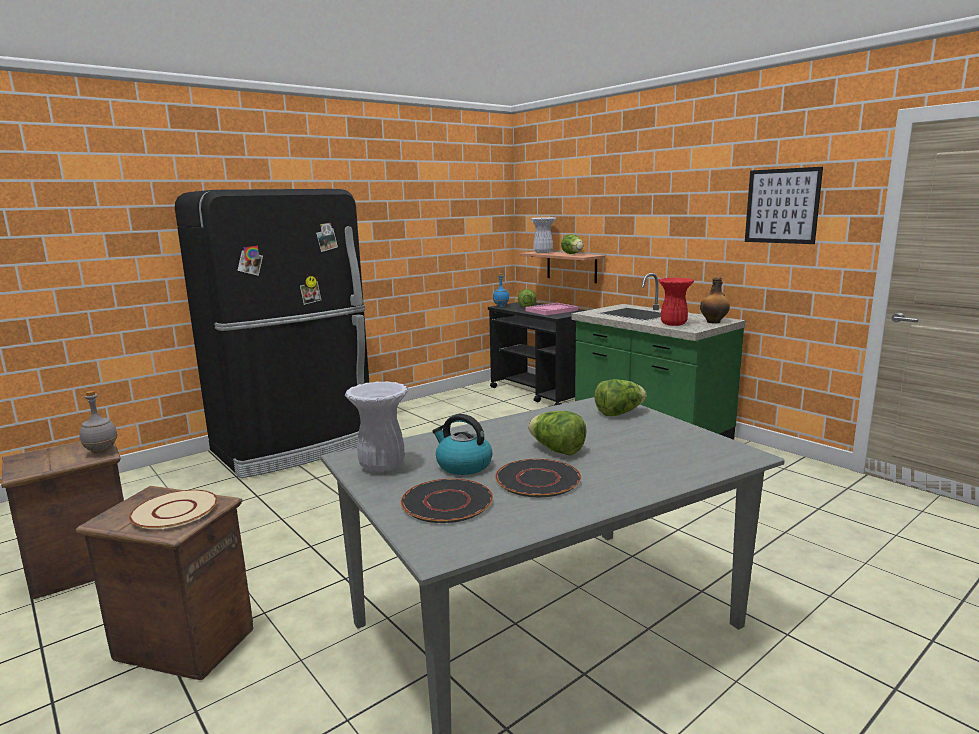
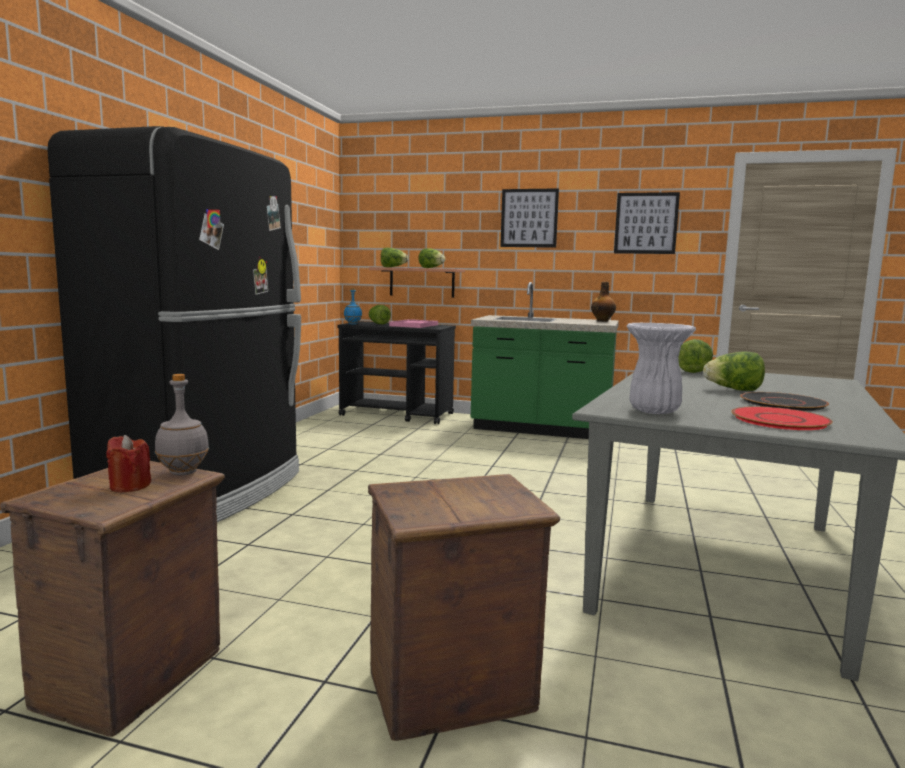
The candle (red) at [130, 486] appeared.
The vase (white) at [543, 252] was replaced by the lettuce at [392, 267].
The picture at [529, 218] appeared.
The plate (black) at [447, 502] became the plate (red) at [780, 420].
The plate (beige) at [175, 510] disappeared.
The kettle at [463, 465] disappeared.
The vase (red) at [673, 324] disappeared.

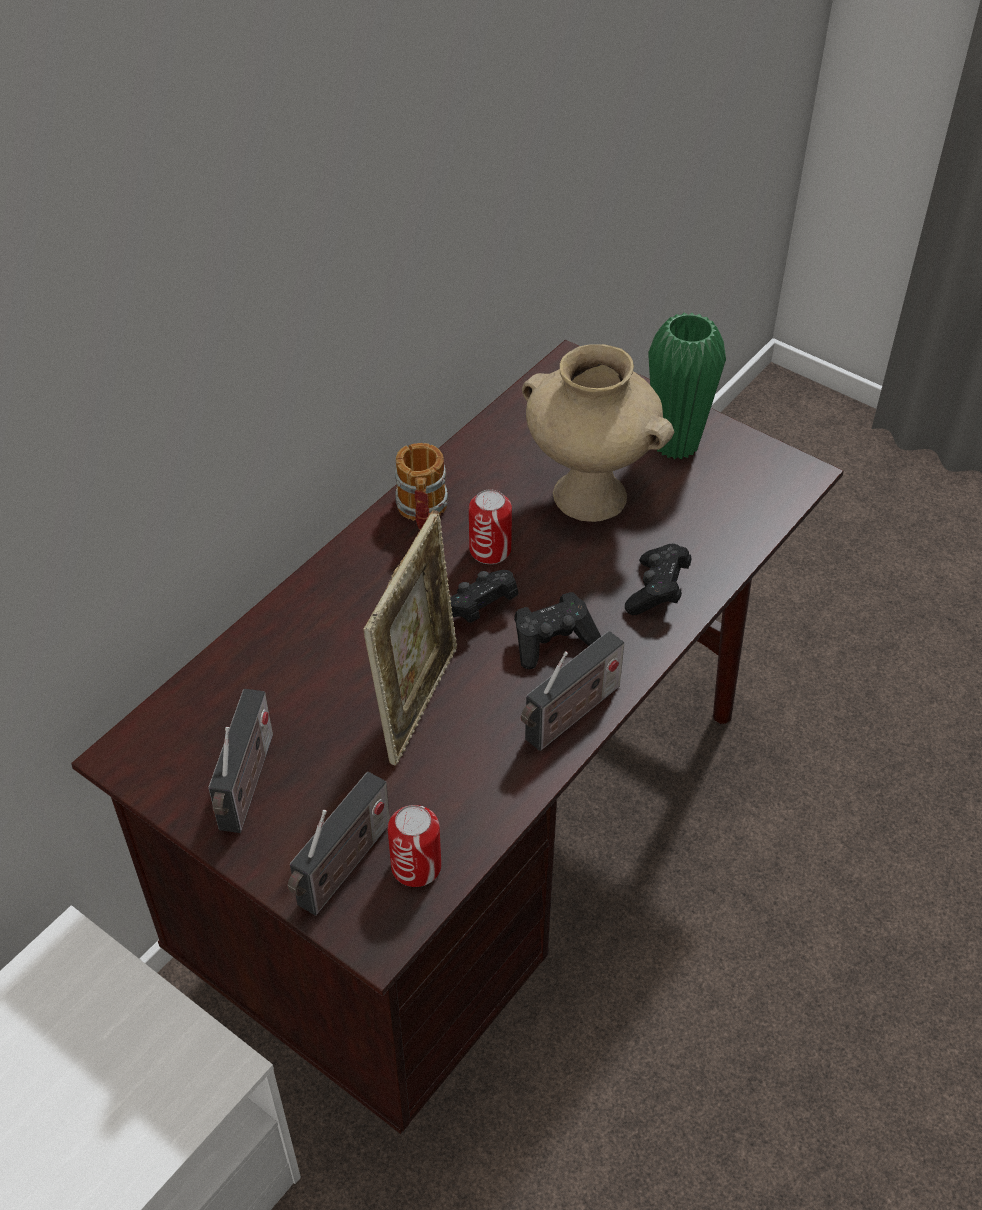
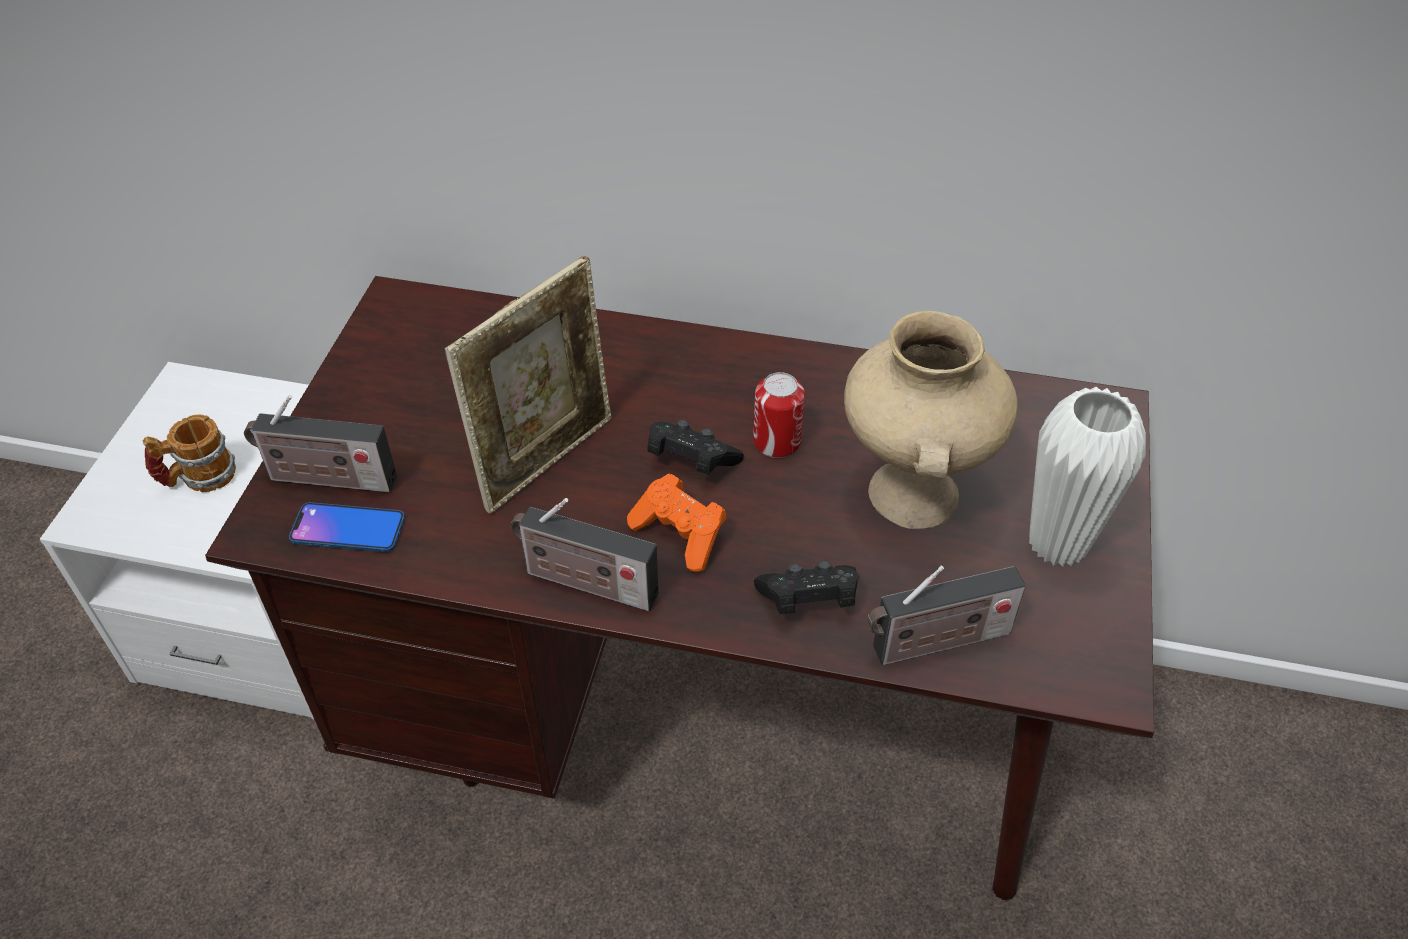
The mug moved from [422, 512] to [198, 478].
The can at [416, 867] was replaced by the phone at [348, 529].
The picture frame at [418, 701] turned 45 degrees counterclockwise.
The game controller (black) at [553, 641] became the game controller (orange) at [680, 534].
The radio moved from [246, 787] to [935, 643].
The vase (green) at [676, 444] became the vase (white) at [1058, 543].

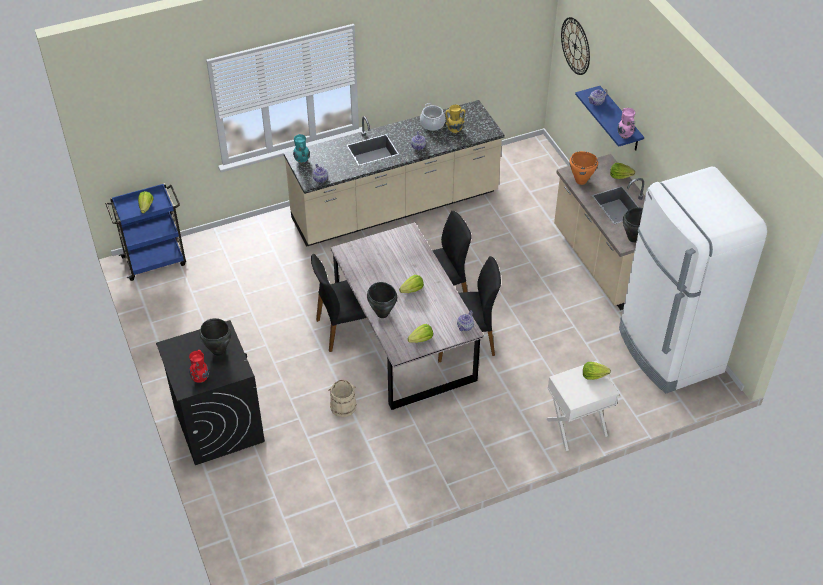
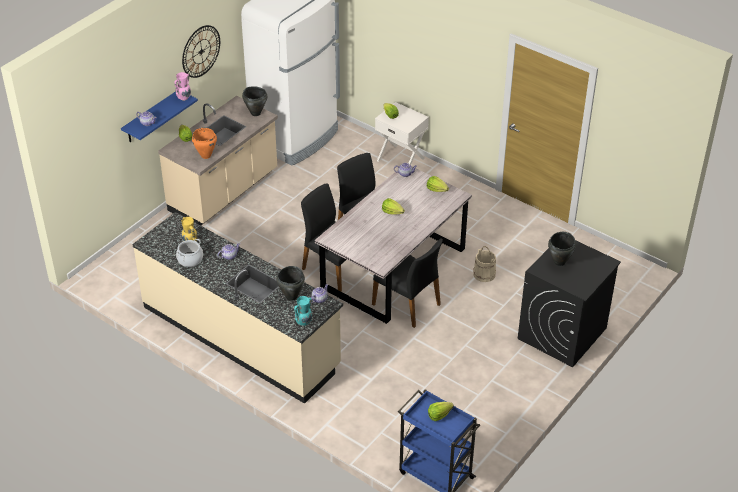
The wall clock moved from [575, 46] to [201, 51].
The cooking pot (black) moved from [382, 313] to [291, 297].
The vase (red) at [200, 378] disappeared.

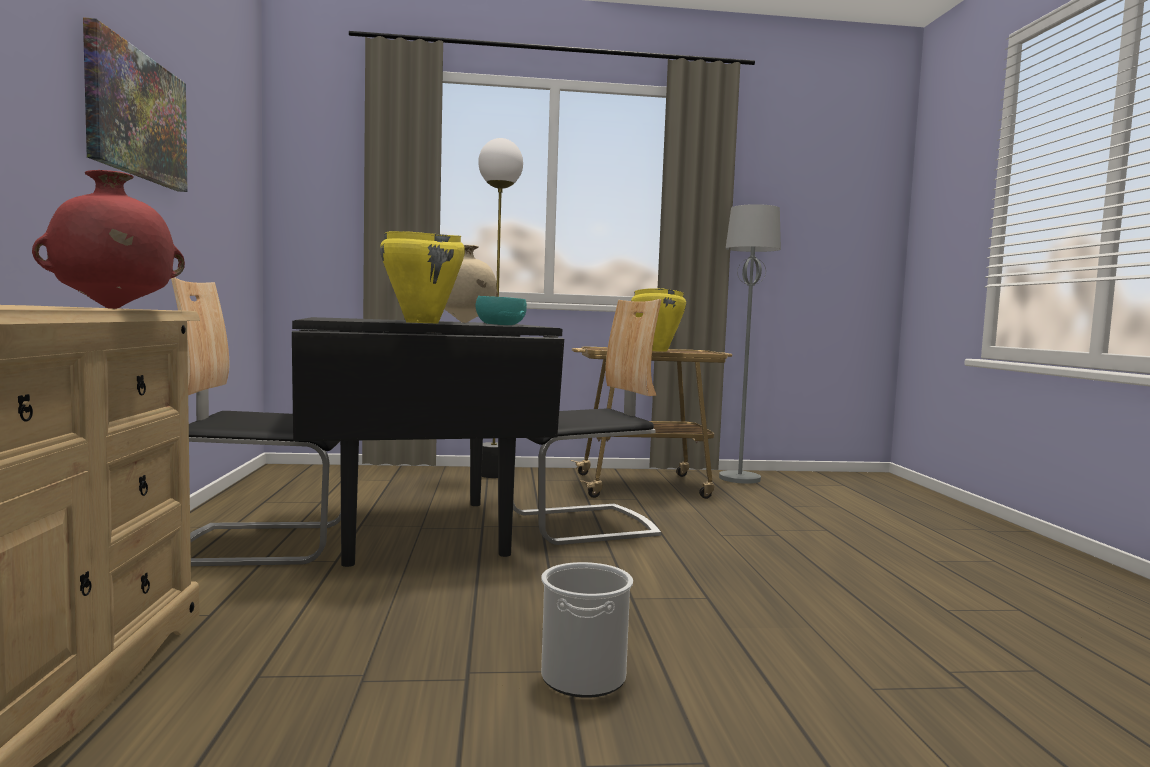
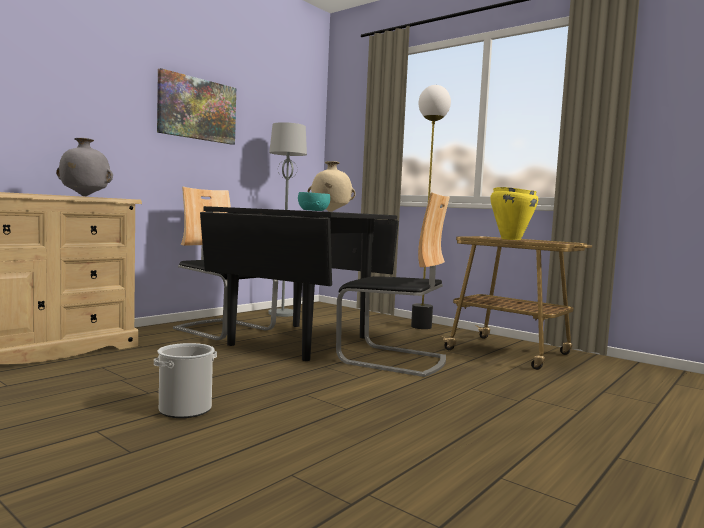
The vase (red) at [112, 308] became the vase (grey) at [84, 196].
The floor lamp (grey) moved from [739, 478] to [282, 313].
The cooking pot (yellow) at [423, 322] disappeared.

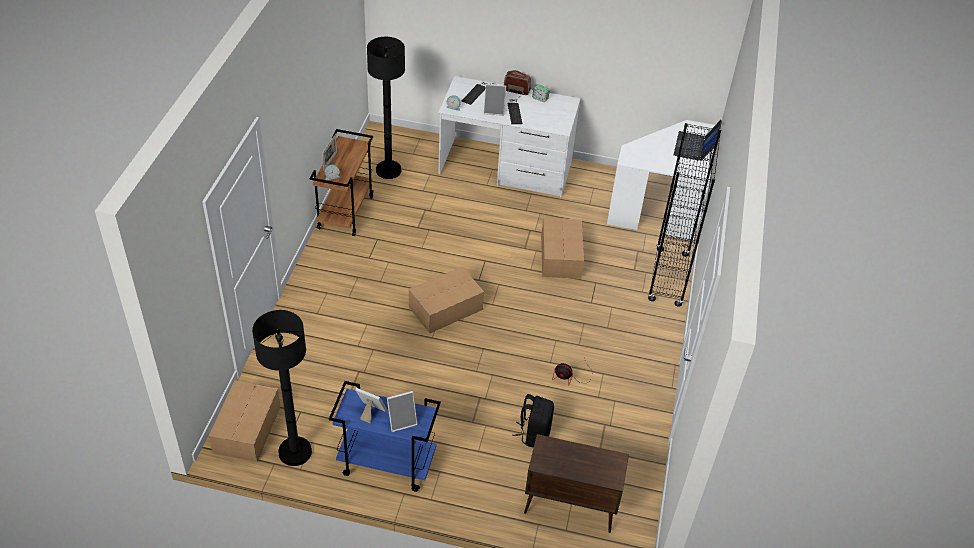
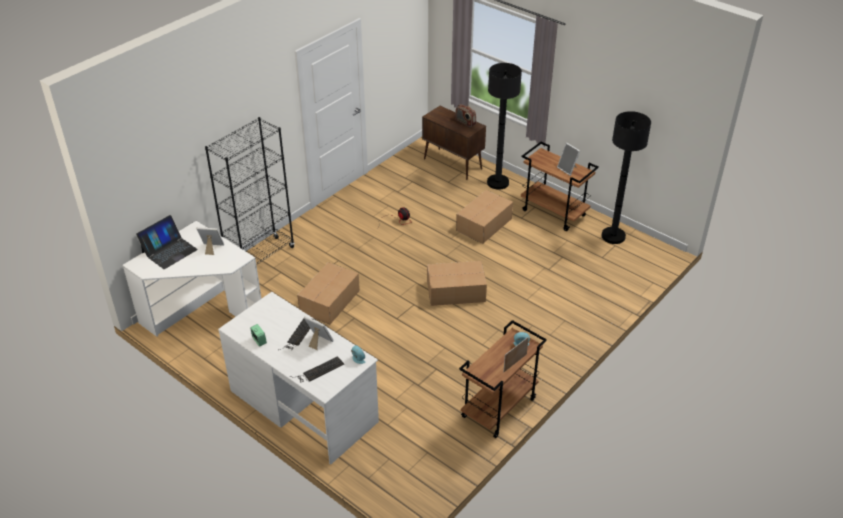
The picture frame moved from [402, 421] to [211, 248].
The radio moved from [516, 90] to [465, 122].
The cardboard box moved from [246, 430] to [485, 224].
The floor lamp (black) moved from [388, 170] to [498, 183].
The cart (blue) at [386, 464] became the cart (brown) at [554, 213].
The backpack (black) at [534, 434] disappeared.

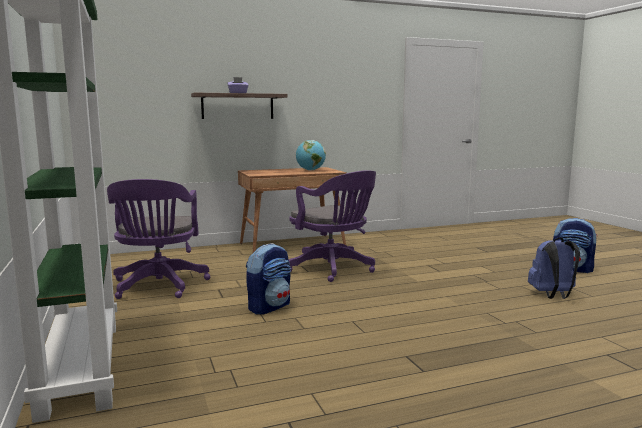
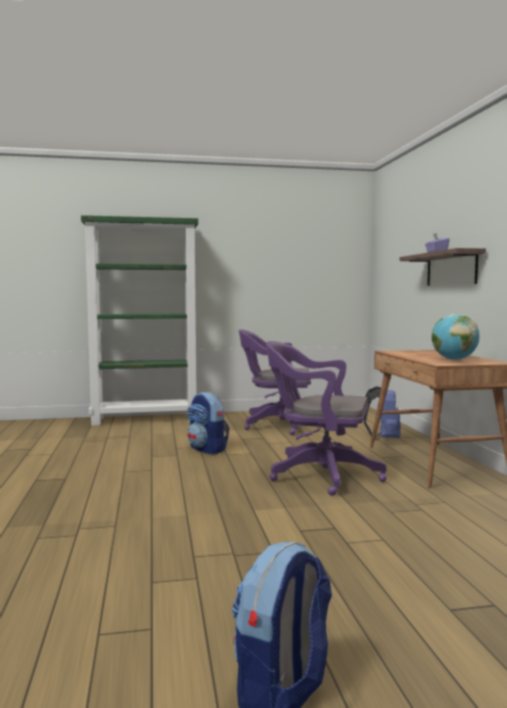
The office chair (purple) at [333, 269] turned 45 degrees clockwise.
The backpack (blue) moved from [552, 295] to [384, 439].

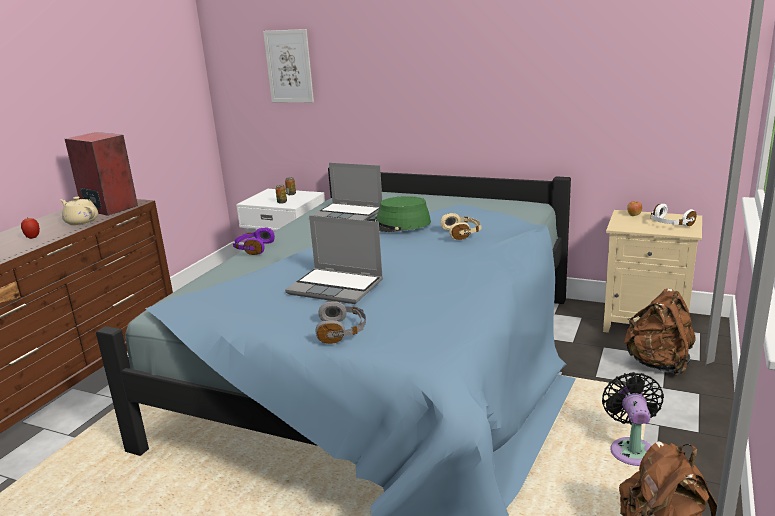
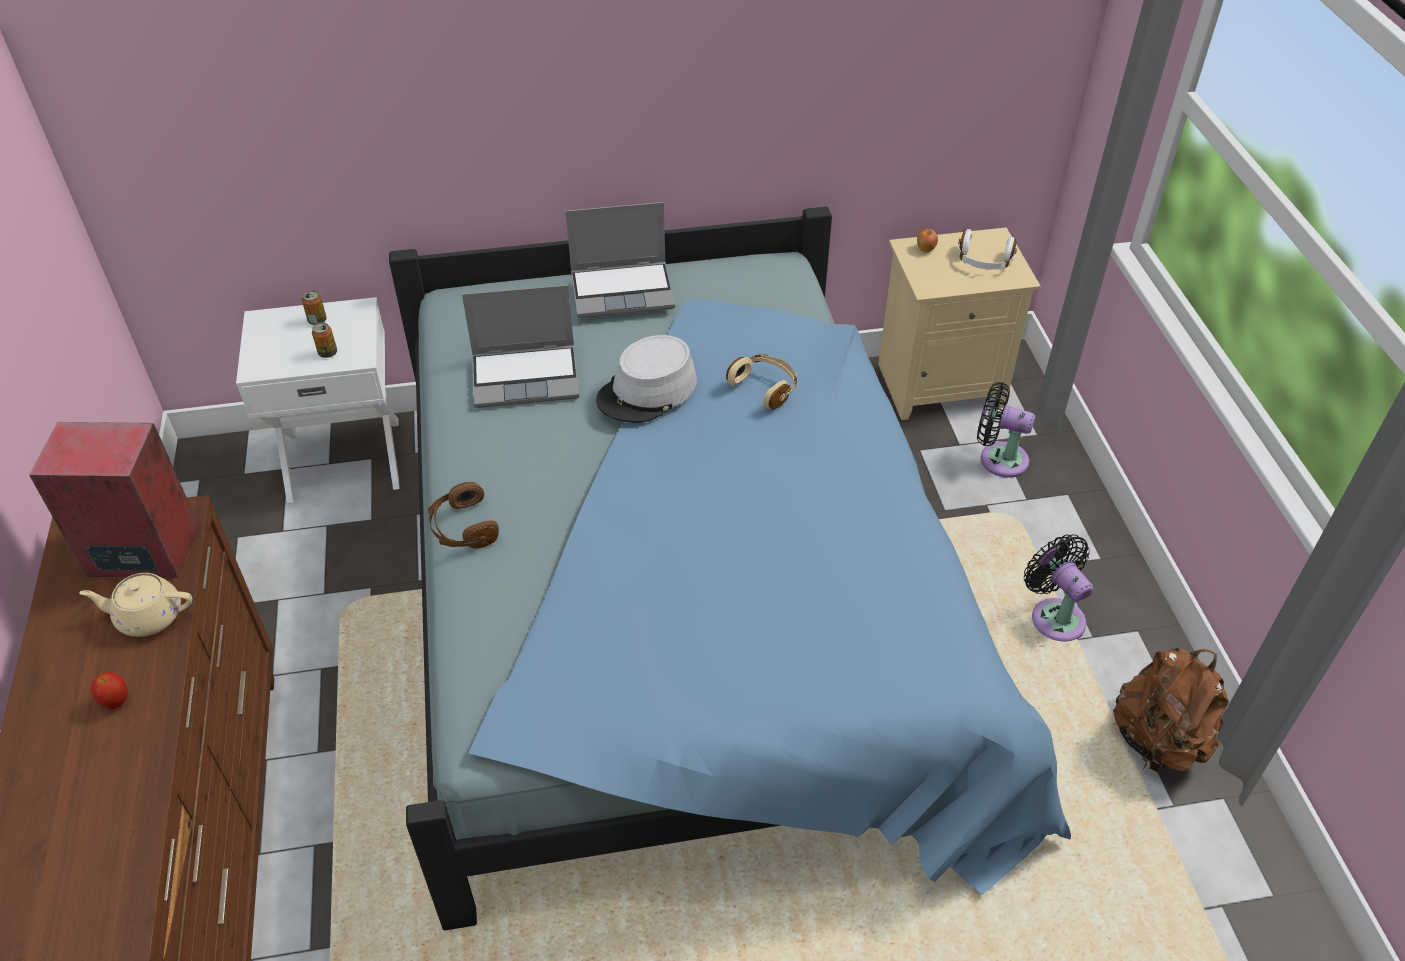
The headphones (purple) at [253, 248] became the headphones (brown) at [463, 528].
The laptop moved from [337, 287] to [623, 290].
The hat (green) at [397, 224] became the hat (grey) at [647, 391].
The backpack (brown) at [658, 364] was replaced by the fan (black) at [998, 458].
The picture at [289, 66] disappeared.
The headphones (grey) at [342, 331] disappeared.

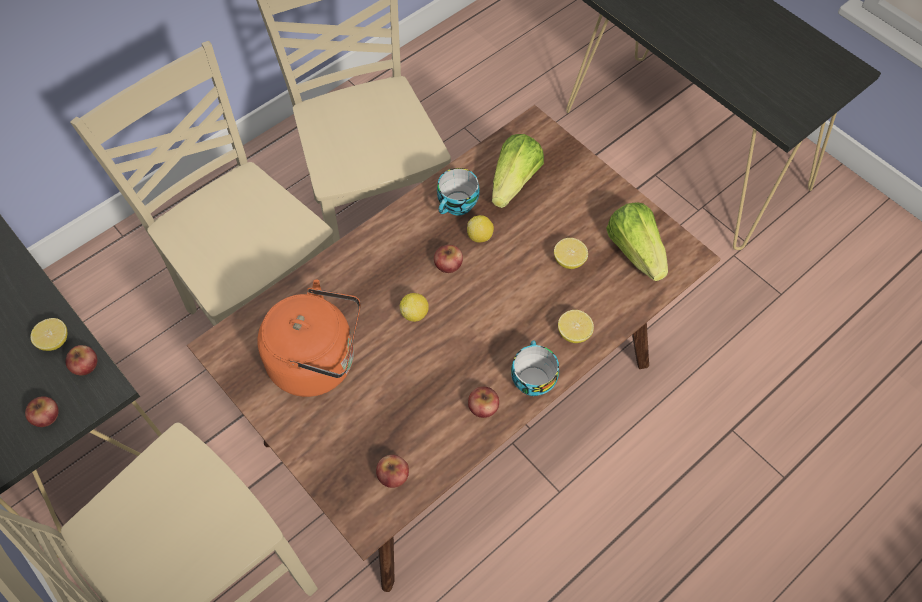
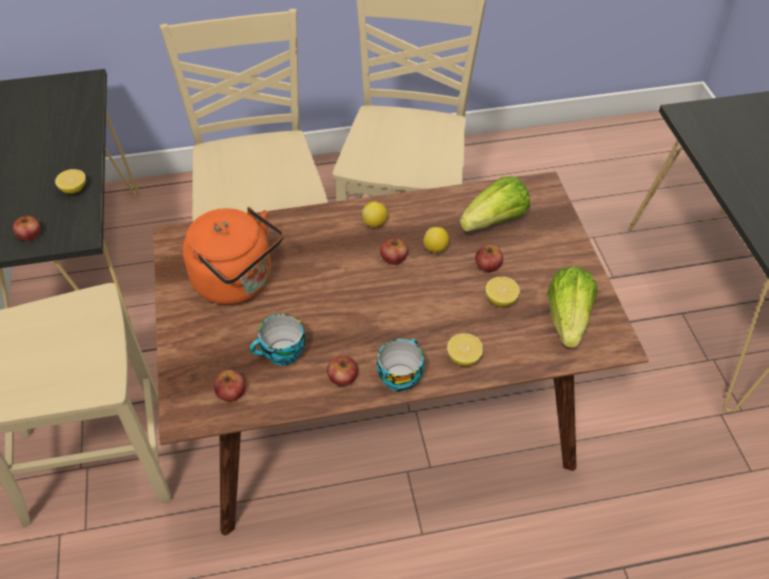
The cup moved from [457, 206] to [282, 354].
The lemon moved from [415, 313] to [375, 223].
The apple moved from [85, 365] to [488, 265].

